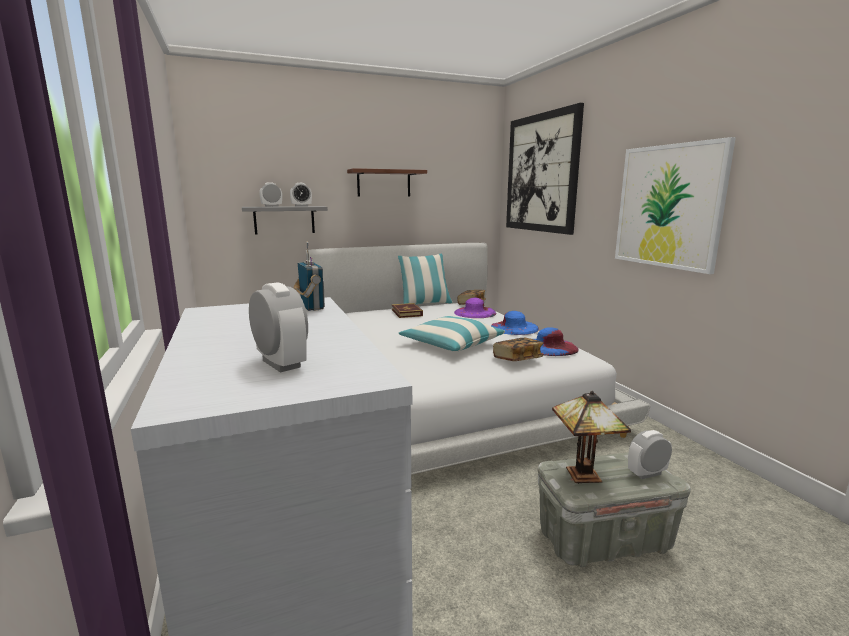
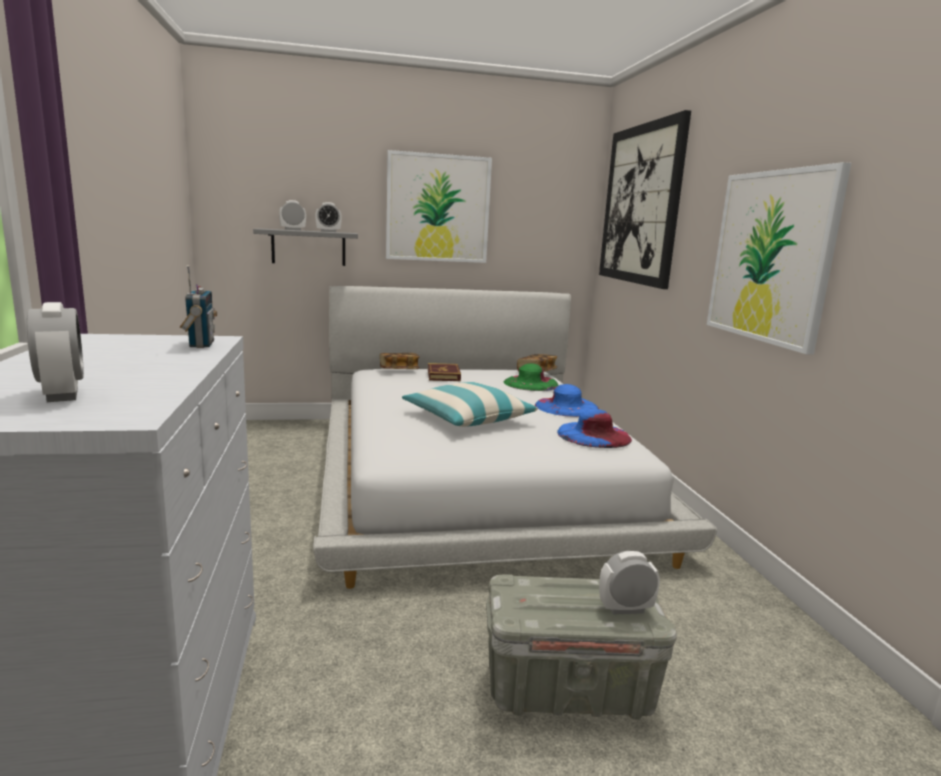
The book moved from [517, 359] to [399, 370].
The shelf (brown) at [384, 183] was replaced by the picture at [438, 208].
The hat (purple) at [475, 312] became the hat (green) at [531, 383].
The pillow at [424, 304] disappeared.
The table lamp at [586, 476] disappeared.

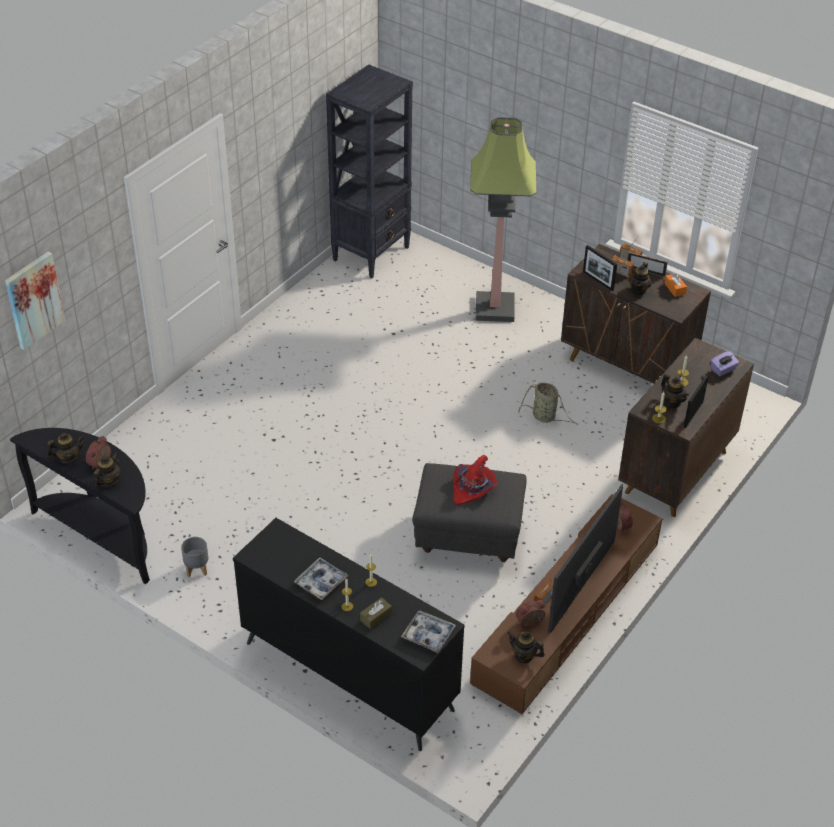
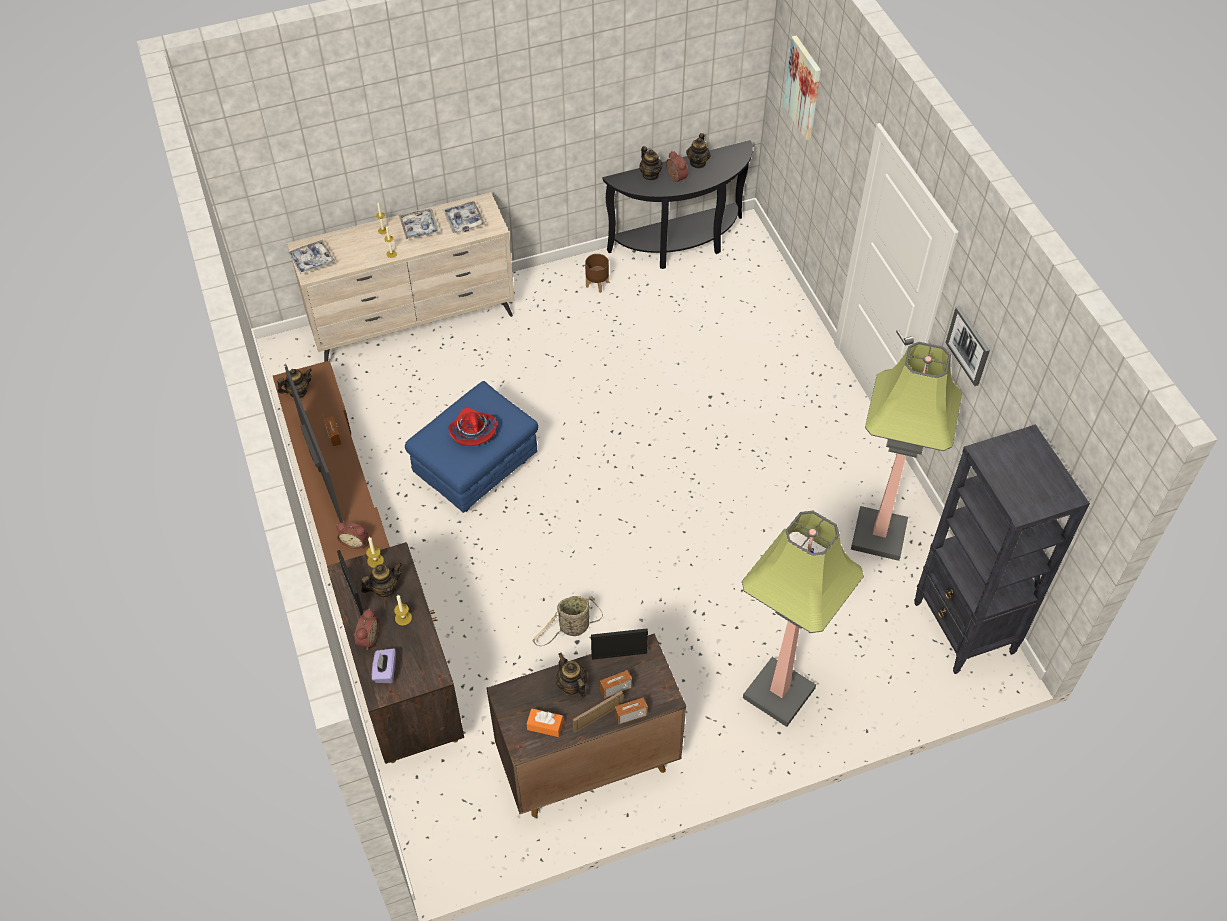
The dresser (black) at [348, 675] became the dresser (beige) at [414, 323].
The alarm clock moved from [530, 624] to [367, 638].
The teapot at [672, 402] turned 150 degrees clockwise.
The ottoman (grey) at [469, 537] became the ottoman (blue) at [476, 472].
The tray at [464, 221] appeared.
The planter (grey) at [196, 569] became the planter (brown) at [597, 284].
The floor lamp at [879, 536] appeared.
The picture at [968, 345] appeared.
The tissue box (brown) at [376, 617] disappeared.

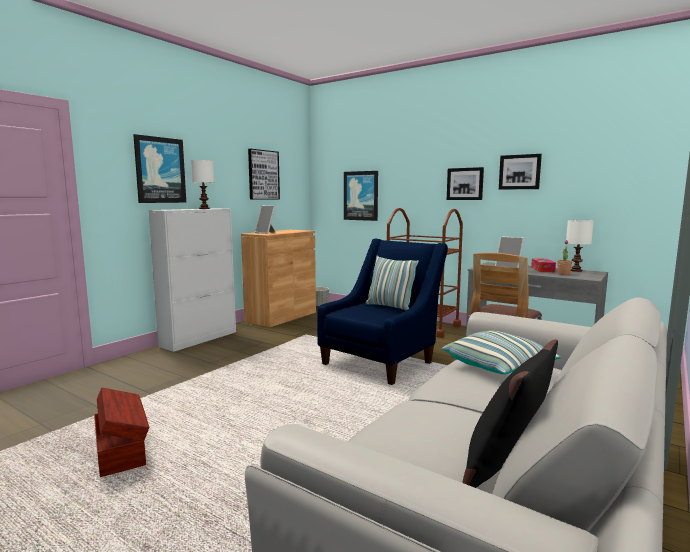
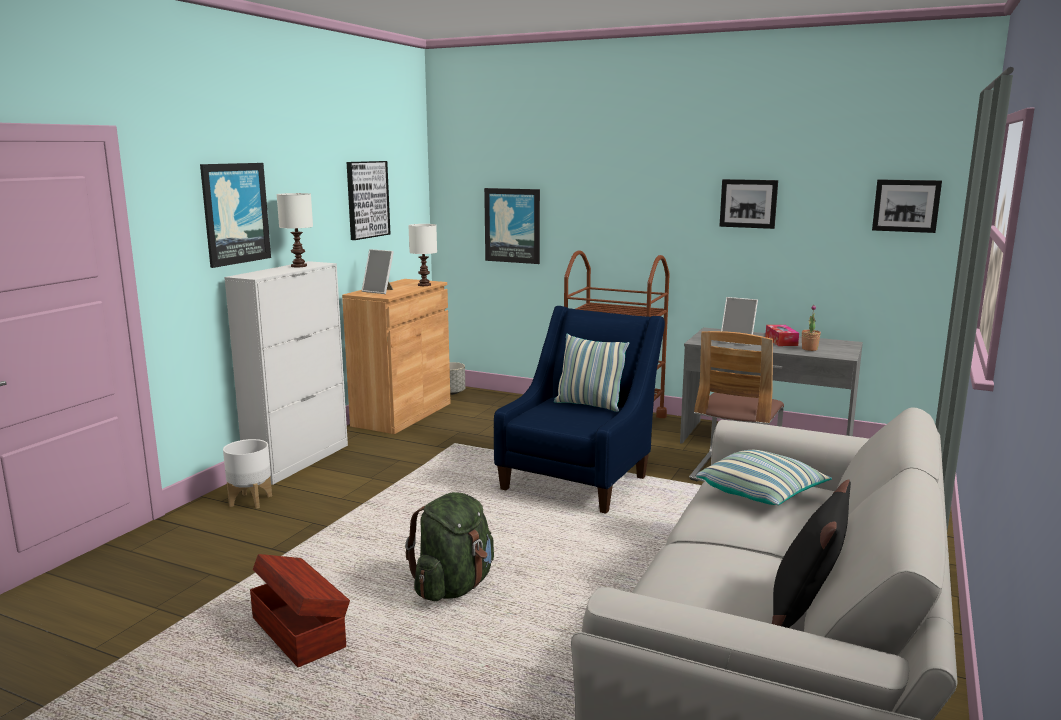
The planter (white) at [251, 500] appeared.
The backpack (green) at [454, 587] appeared.
The table lamp (white) moved from [575, 270] to [424, 285].
The picture moved from [465, 184] to [906, 205].

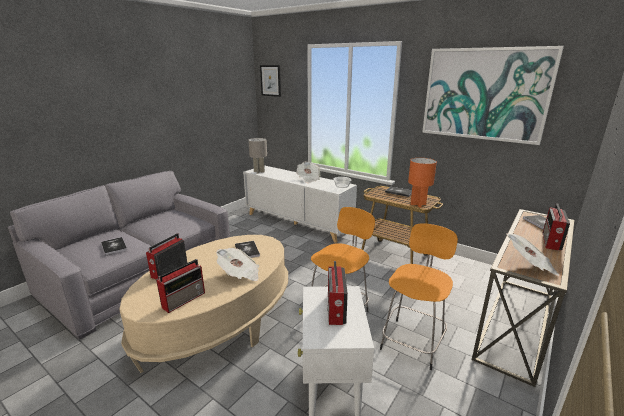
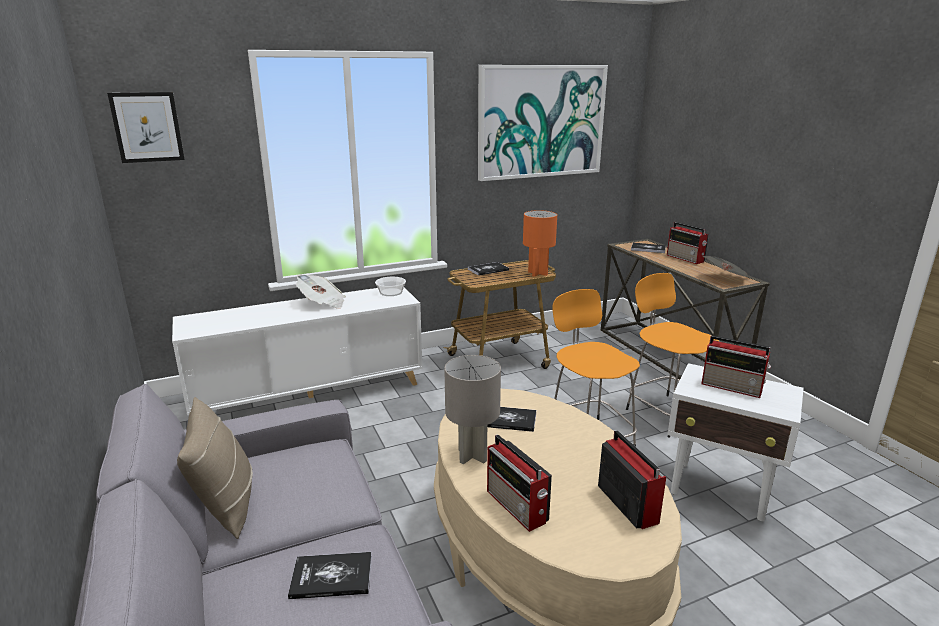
The pillow (beige) at [226, 504] appeared.
The table lamp (grey) moved from [259, 172] to [473, 455].
The newspaper at [240, 274] disappeared.

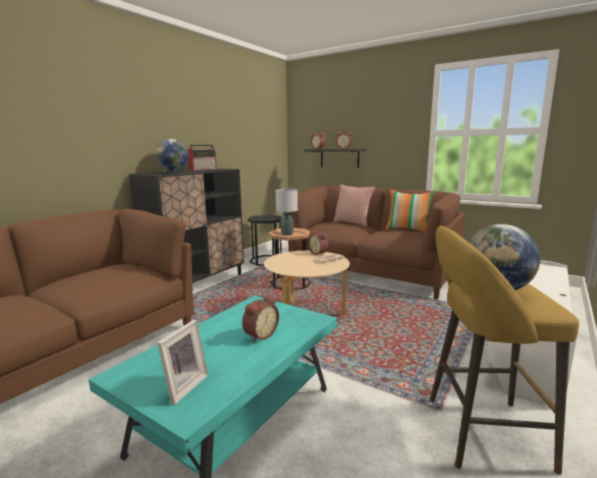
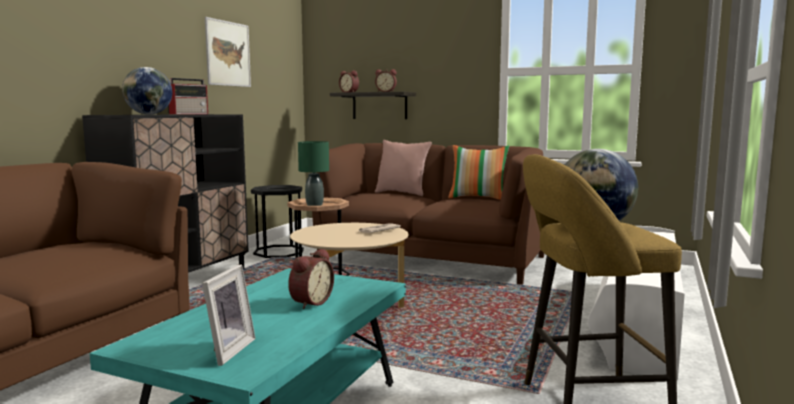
The picture at [228, 54] appeared.
The table lamp (grey) at [287, 234] became the table lamp (green) at [314, 205].
The alarm clock at [319, 253] disappeared.

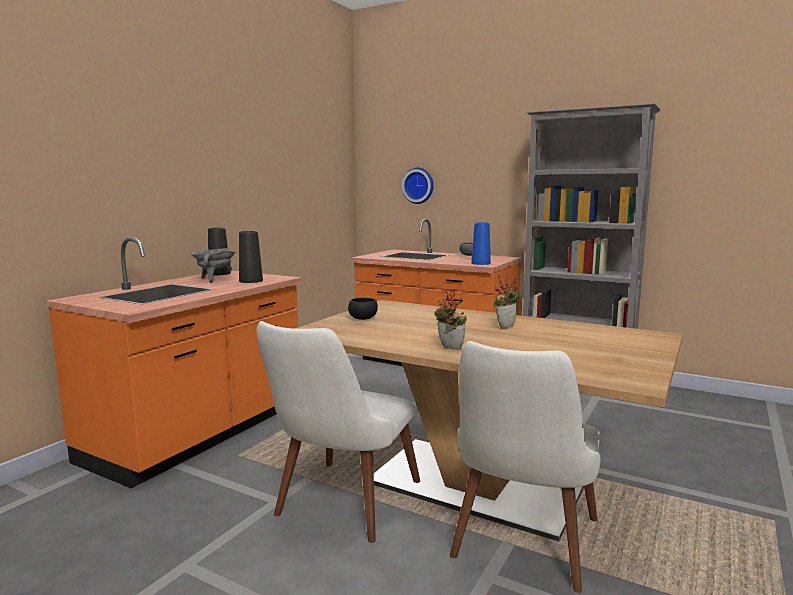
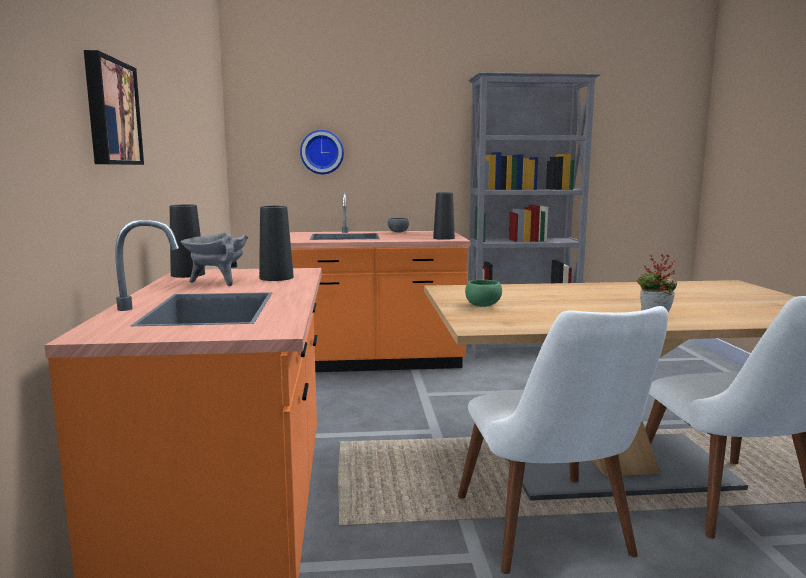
The picture at [110, 113] appeared.
The vase (blue) at [480, 263] became the vase (black) at [443, 238].
The bowl (black) at [363, 319] became the bowl (green) at [484, 305].
The potted plant at [505, 326] disappeared.

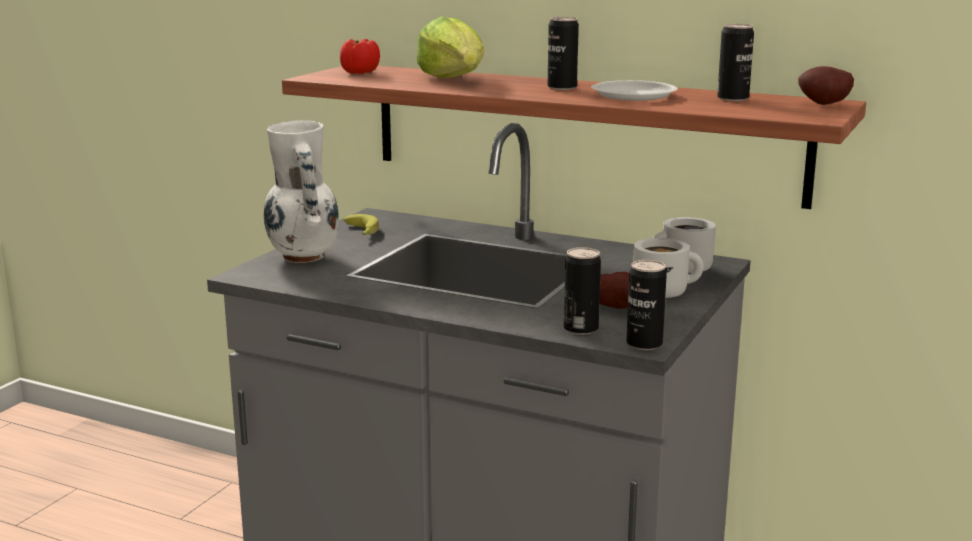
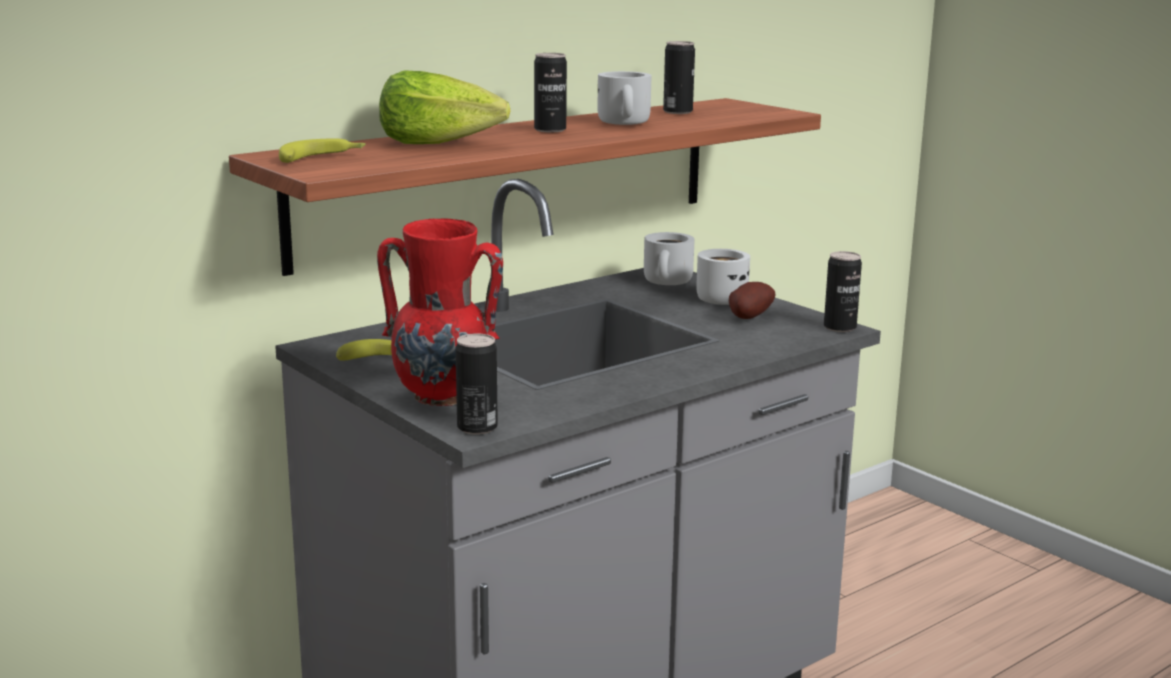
The tomato at [359, 73] was replaced by the banana at [323, 159].
The vase (white) at [303, 257] became the vase (red) at [443, 398].
The can moved from [581, 329] to [477, 427].
The plate (white) at [633, 96] was replaced by the mug (white) at [626, 124].
The potato at [825, 104] disappeared.

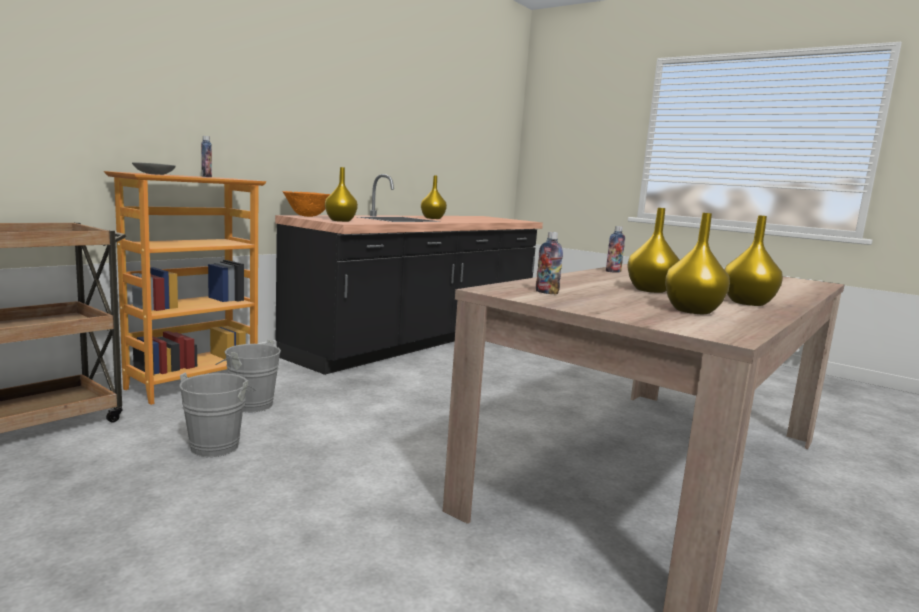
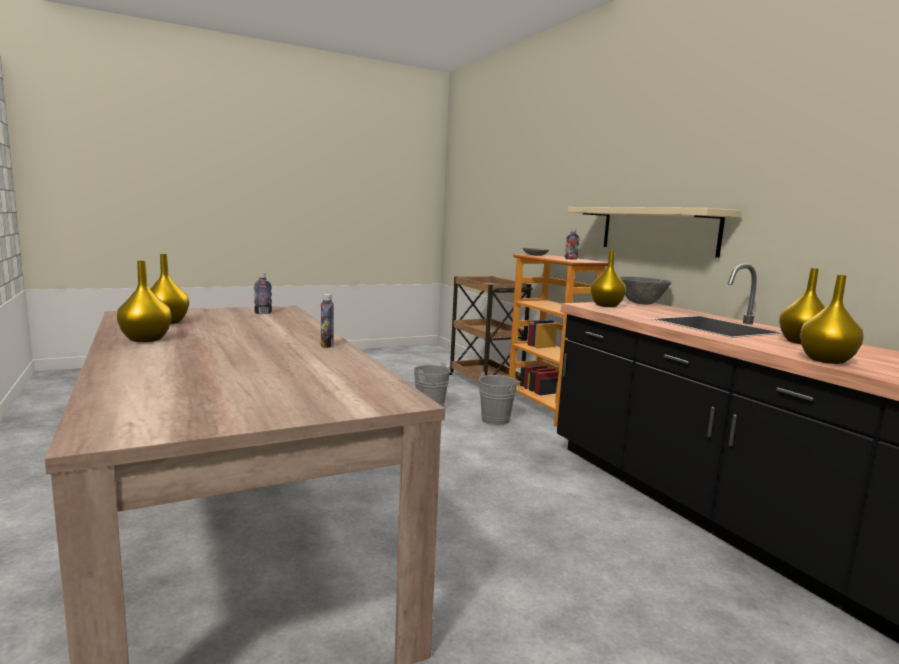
The shelf (beige) at [658, 230] appeared.
The bowl (orange) at [308, 216] became the bowl (grey) at [641, 304].
The vase (yellow) moved from [650, 290] to [825, 360].

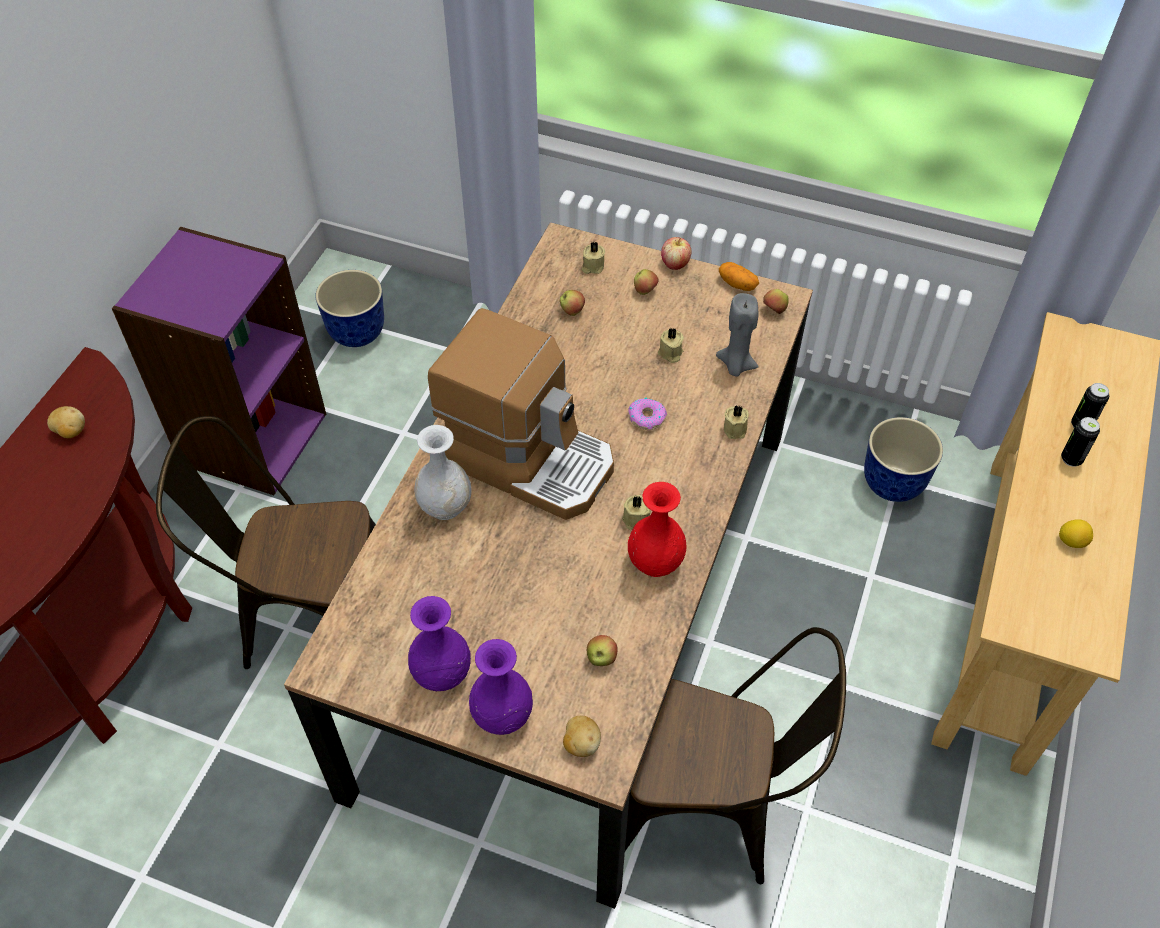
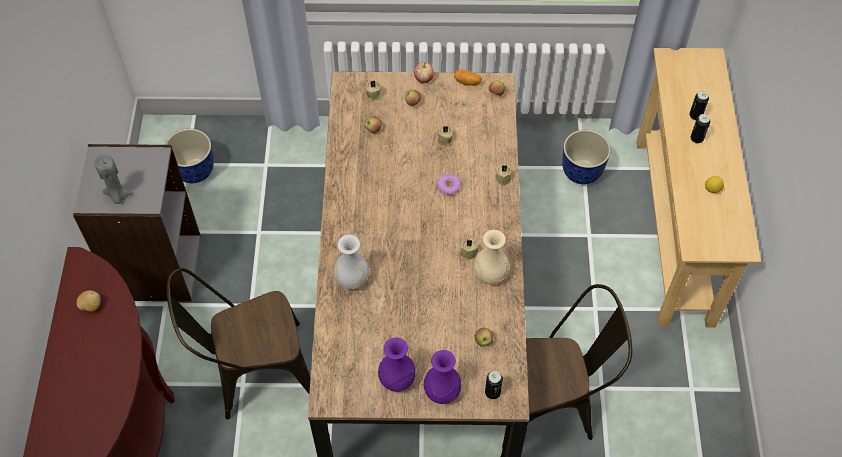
The bookcase (purple) at [252, 438] became the bookcase (grey) at [157, 267].
The candle (grey) moved from [736, 365] to [117, 196].
The vase (red) at [656, 561] became the vase (beige) at [490, 274].
The potato at [581, 743] was replaced by the can at [492, 393].
The coffee machine at [529, 458] disappeared.

